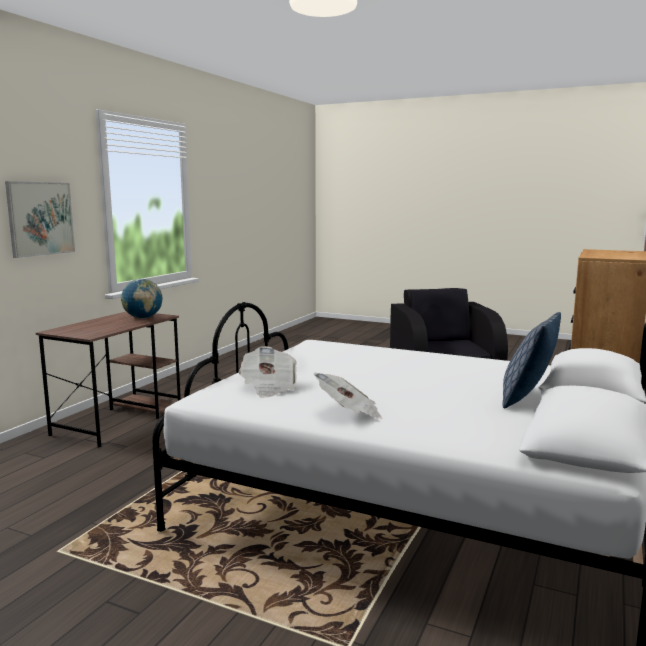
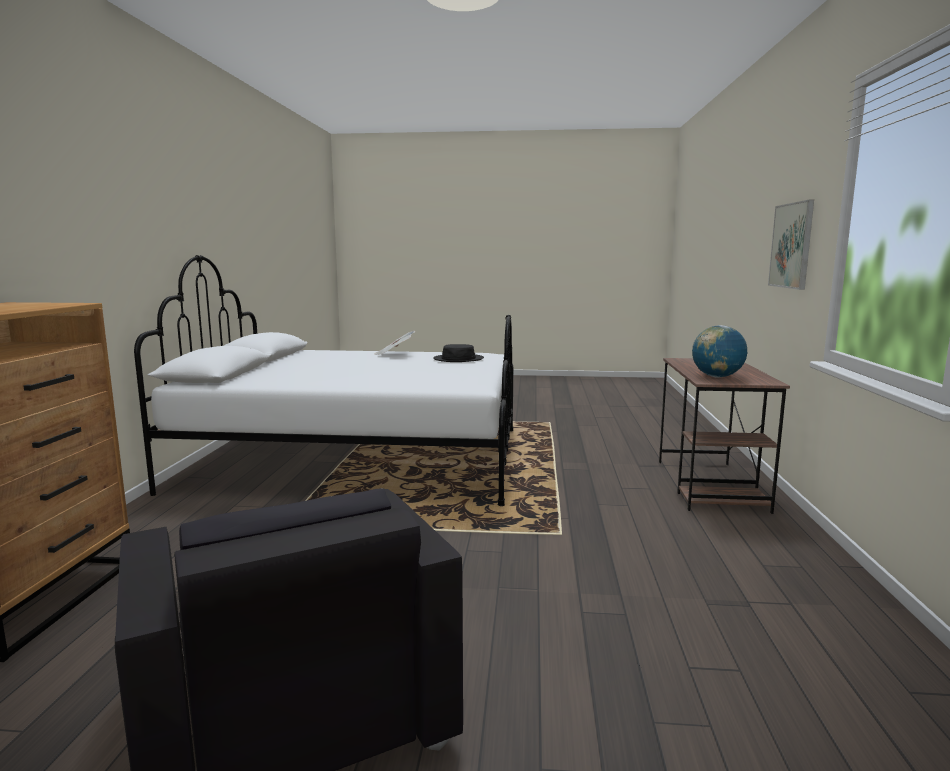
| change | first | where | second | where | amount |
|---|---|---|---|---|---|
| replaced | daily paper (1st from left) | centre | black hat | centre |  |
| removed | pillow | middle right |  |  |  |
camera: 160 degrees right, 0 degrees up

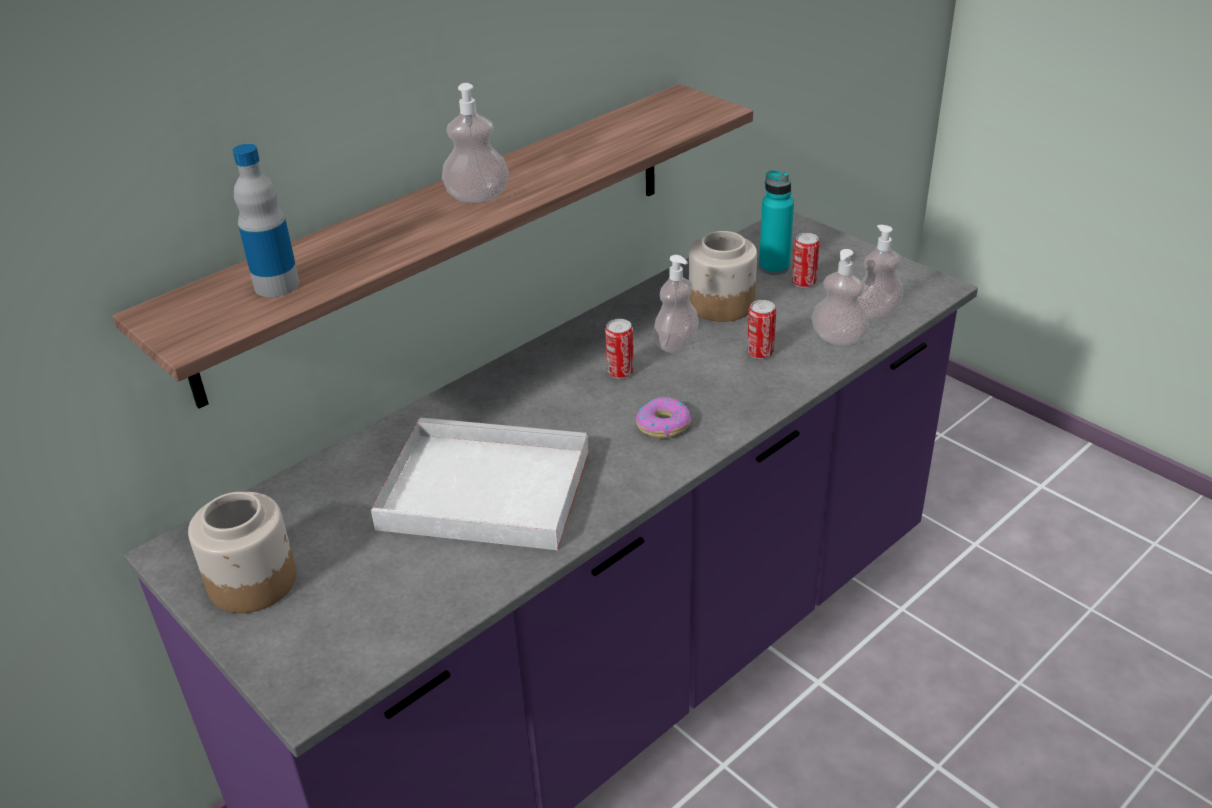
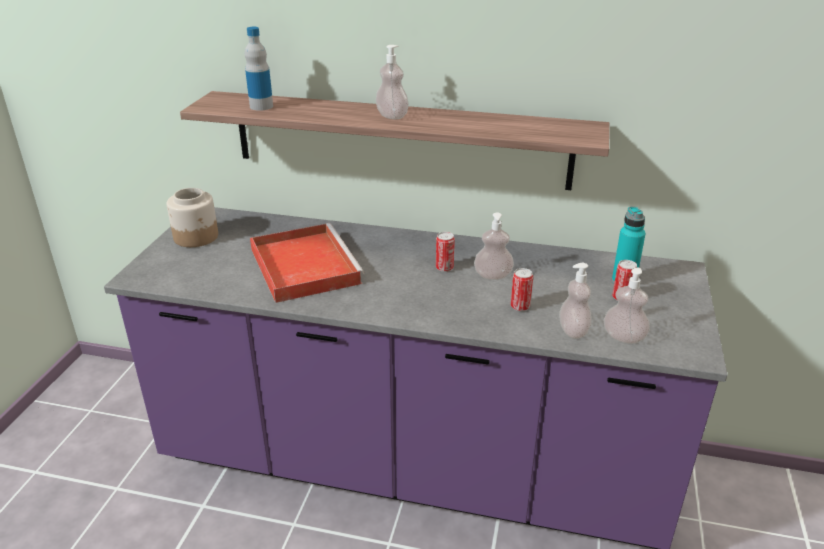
| change | first | where | second | where | amount |
|---|---|---|---|---|---|
| recoloured | whitish serving tray | centre | red serving tray | centre |  |
| removed | donut | centre |  |  |  |
| removed | preserve jar (2nd from left) | centre |  |  |  |
camera: 55 degrees right, 5 degrees down

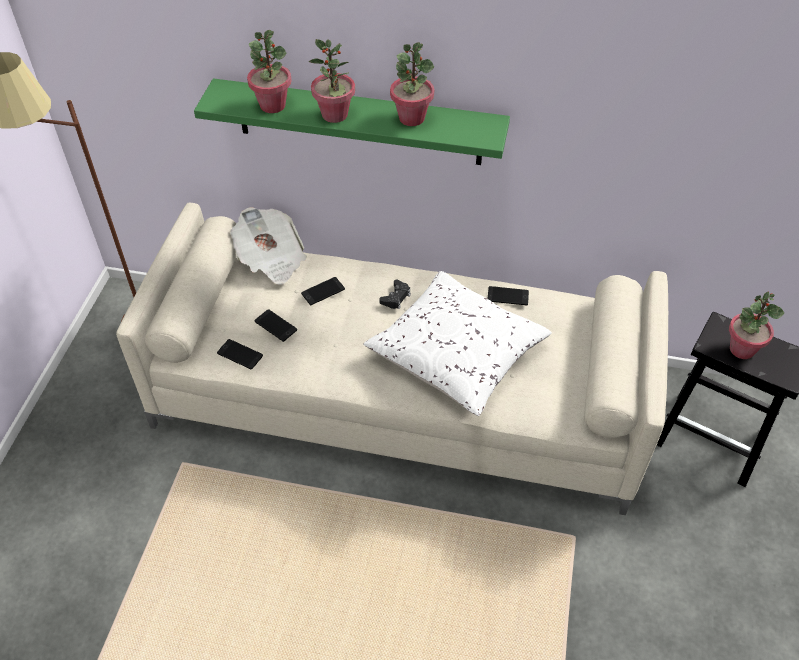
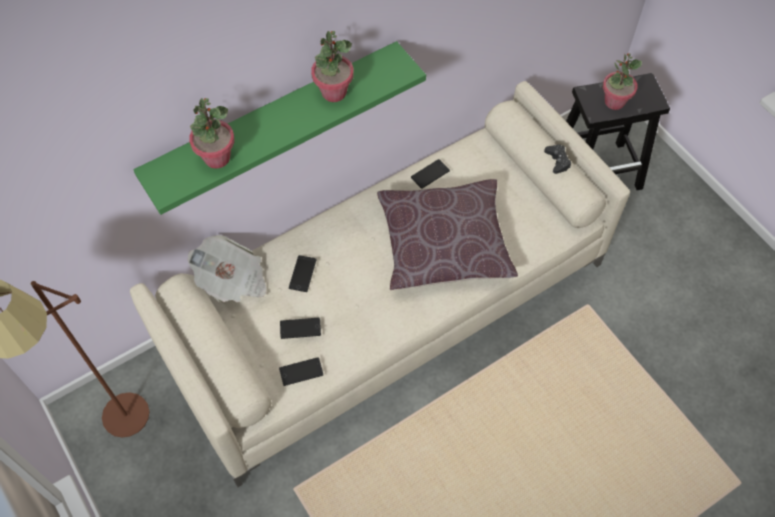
| change | first | where | second | where | amount |
|---|---|---|---|---|---|
| removed | plant in a pot (2nd from left) | top centre |  |  |  |
| recoloured | whitish pillow | centre | brownish pillow | centre |  |
| moved | black gamepad | centre |  | top right |  |
camera: 45 degrees left, 10 degrees up

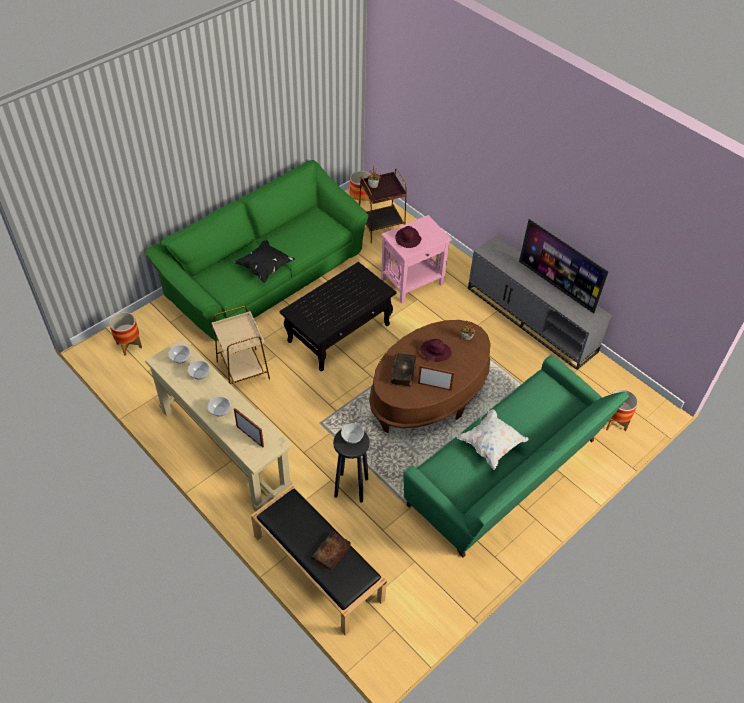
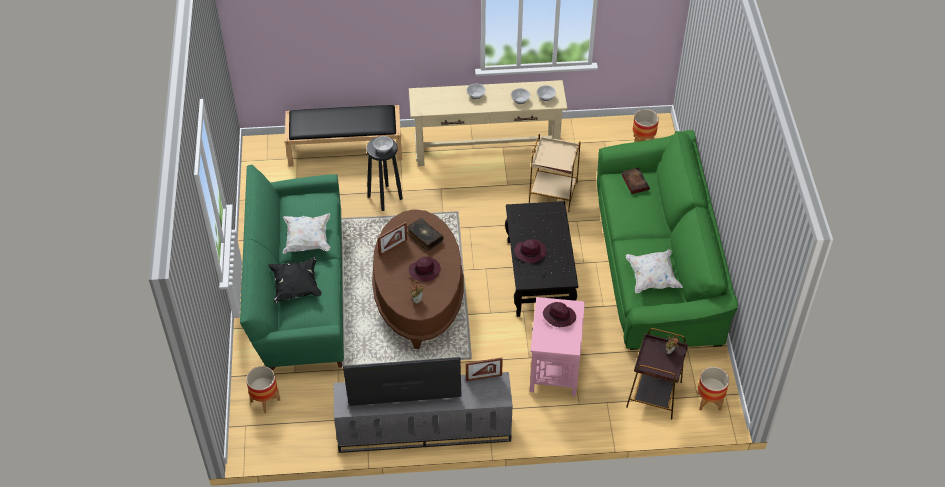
| change | first | where | second | where | amount |
|---|---|---|---|---|---|
| moved | black pillow | centre |  | middle left |  |
| moved | picture frame (1st from left in the first image) | centre | picture frame (2nd from left) | bottom centre |  |
| moved | bound book (1st from left in the first image) | bottom centre | bound book (2nd from left) | middle right |  |
| added |  |  | purple-coloured hat (2nd from left) | centre |  |
| added |  |  | whitish pillow (2nd from left) | middle right |  |
camera: 130 degrees right, 0 degrees up

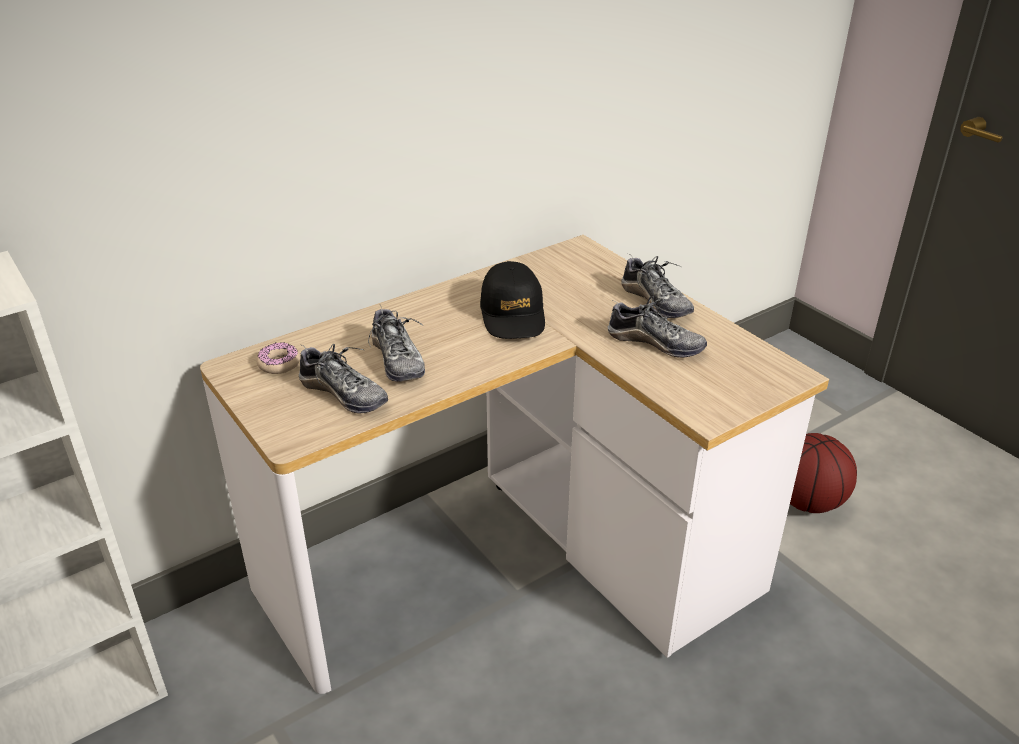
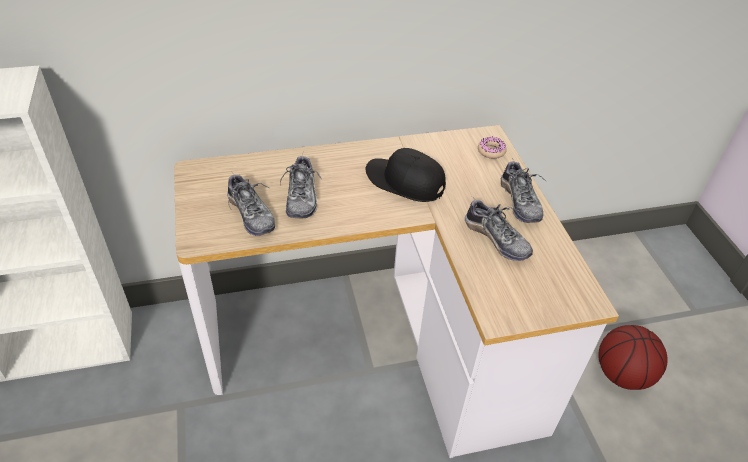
| change | first | where | second | where | amount |
|---|---|---|---|---|---|
| moved | donut | middle left |  | top centre |  |
| turned | black cap | centre |  | centre | 105 degrees clockwise |
camera: 20 degrees right, 10 degrees up

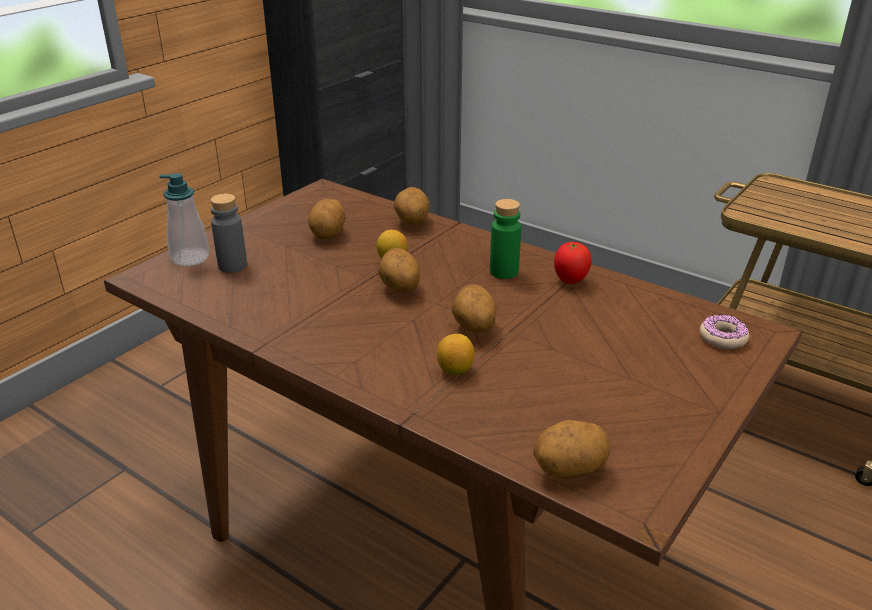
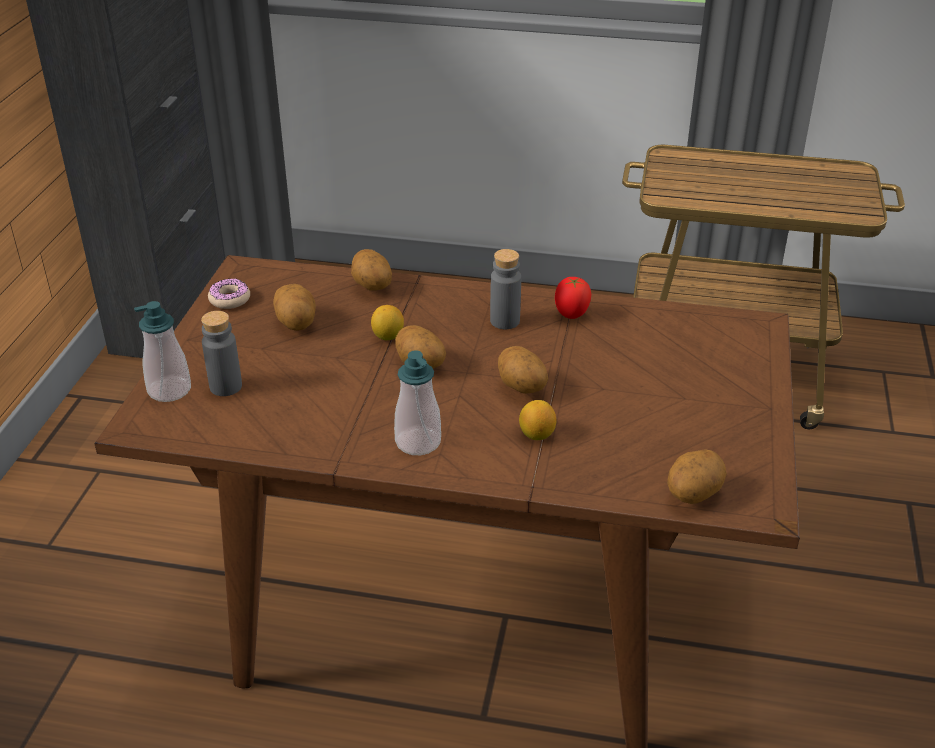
| change | first | where | second | where | amount |
|---|---|---|---|---|---|
| recoloured | greenish beverage bottle | centre | gray beverage bottle (2nd from left) | centre |  |
| moved | donut | middle right |  | middle left |  |
| added |  |  | soap bottle (2nd from left) | centre |  |
camera: 25 degrees left, 5 degrees up

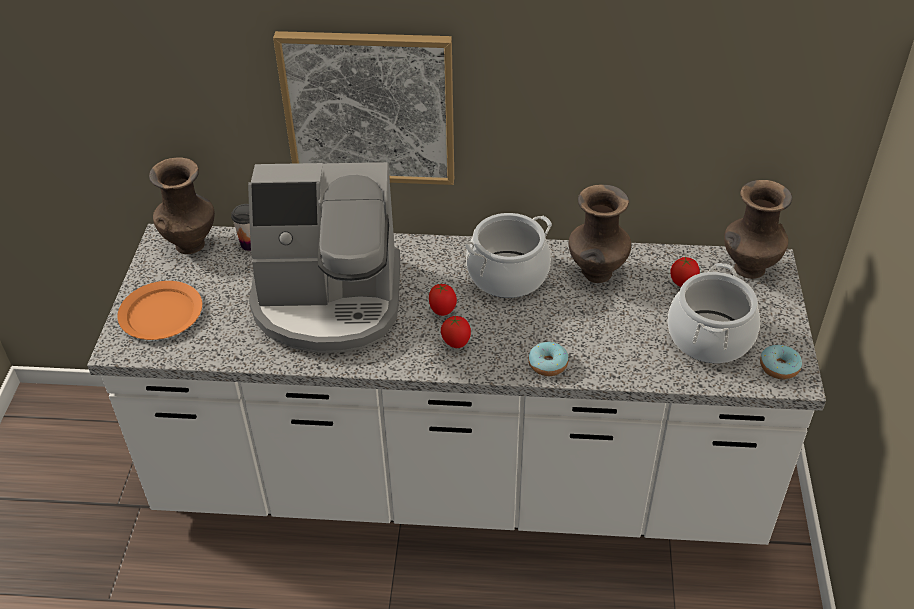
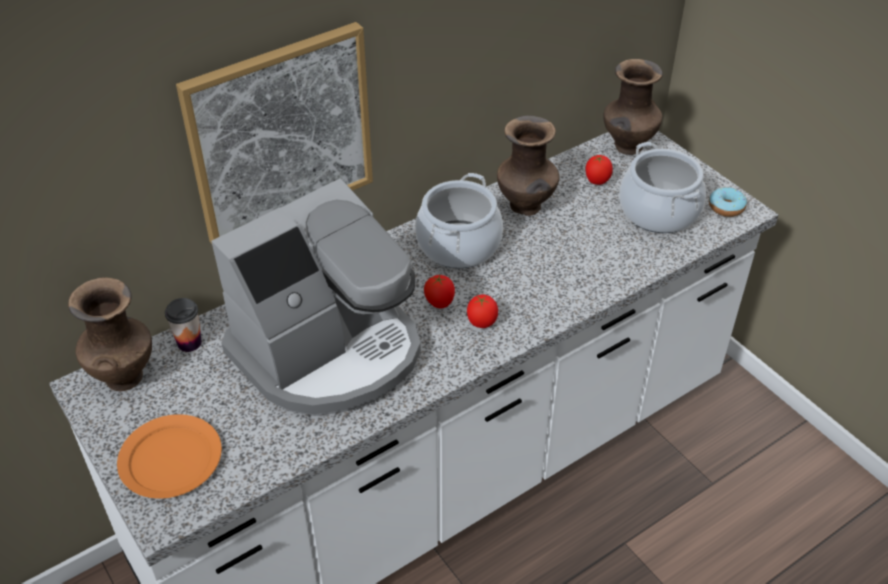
| change | first | where | second | where | amount |
|---|---|---|---|---|---|
| removed | donut (1st from left) | centre |  |  |  |
camera: 40 degrees left, 0 degrees up

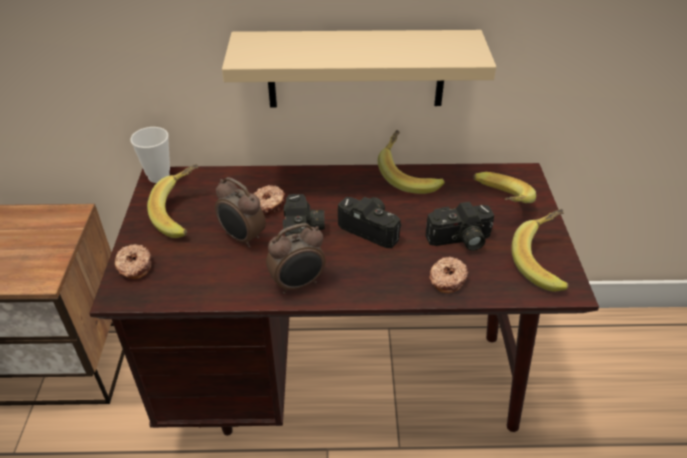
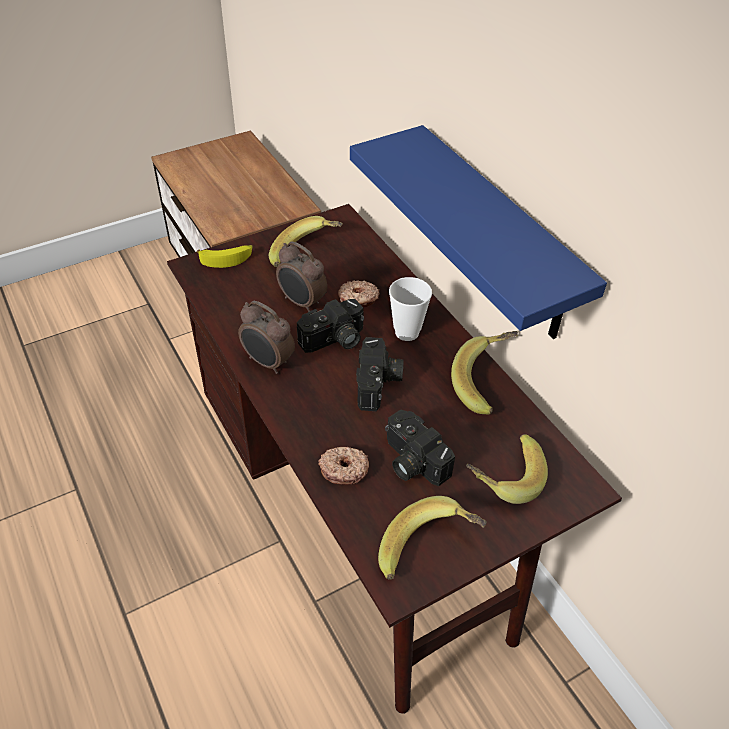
| change | first | where | second | where | amount |
|---|---|---|---|---|---|
| replaced | donut (1st from left) | middle left | banana fruit (1st from left) | middle left |  |
| moved | small cup | middle left |  | centre |  |
| turned | bedside clock (1st from left in the first image) | centre | bedside clock (2nd from left) | centre | 60 degrees counterclockwise |
| recoloured | beige wall shelf | top centre | blue-coloured wall shelf | top centre |  |
camera: 60 degrees right, 5 degrees up

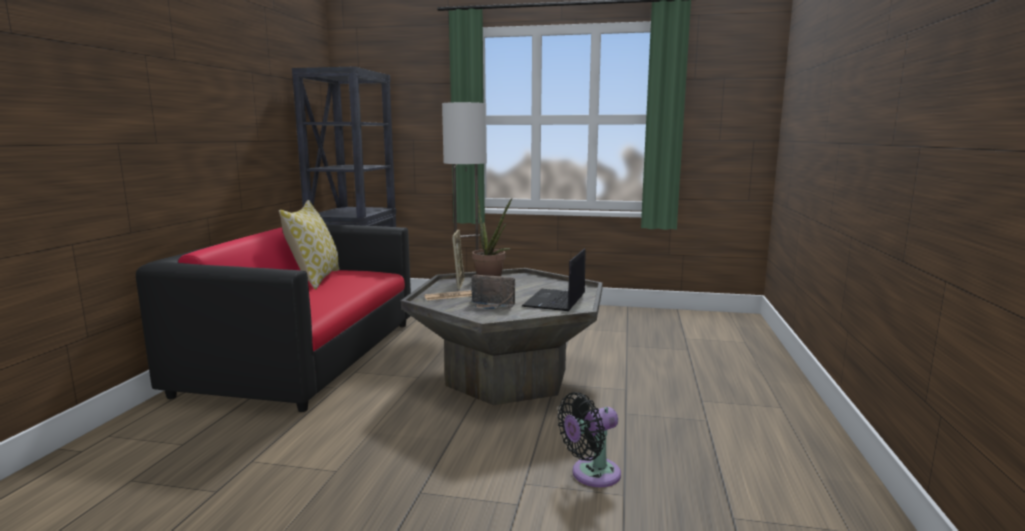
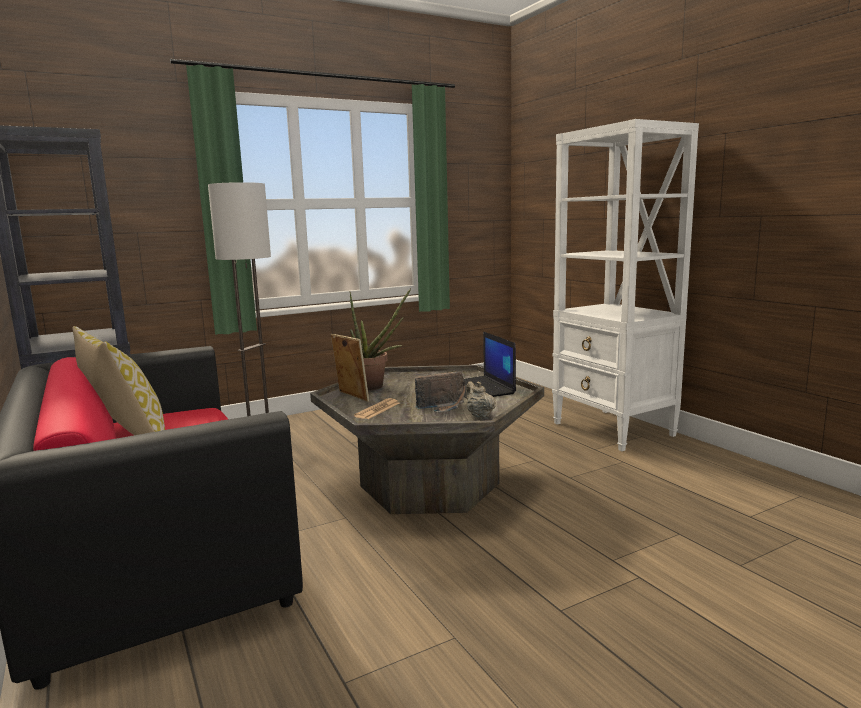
| change | first | where | second | where | amount |
|---|---|---|---|---|---|
| removed | black electric fan | bottom centre |  |  |  |
| added |  |  | beige pot for tea | centre |  |
| added |  |  | whitish bookcase | middle right |  |
camera: 40 degrees left, 0 degrees up

